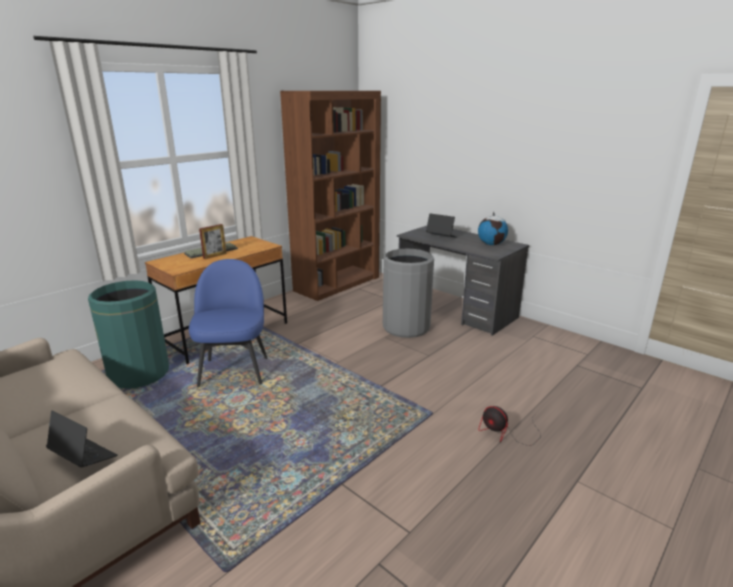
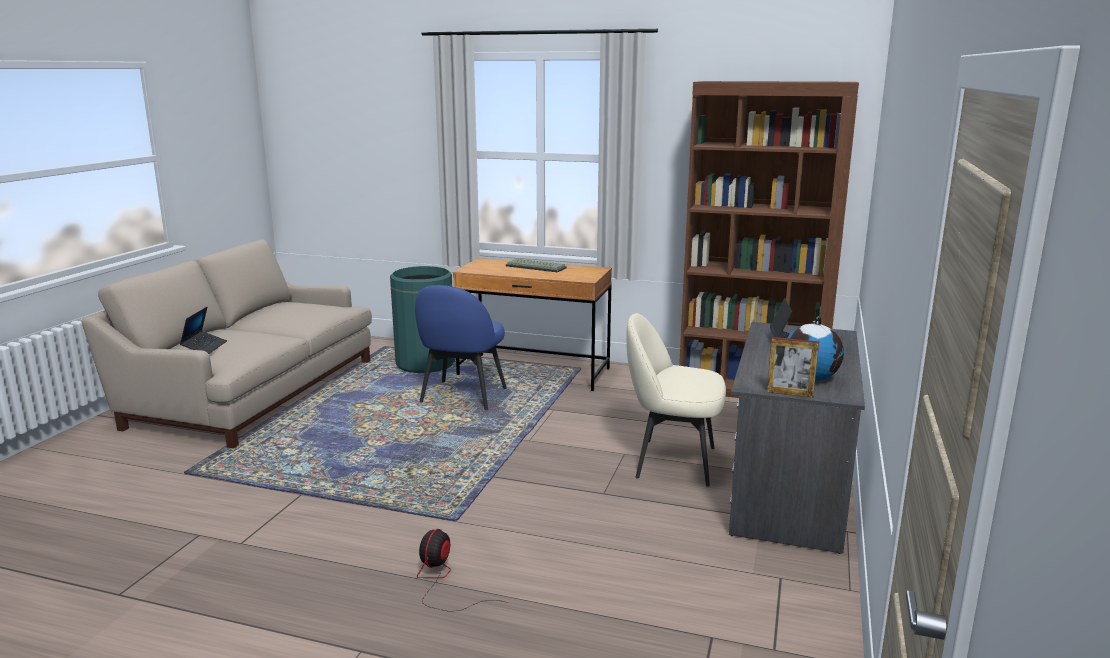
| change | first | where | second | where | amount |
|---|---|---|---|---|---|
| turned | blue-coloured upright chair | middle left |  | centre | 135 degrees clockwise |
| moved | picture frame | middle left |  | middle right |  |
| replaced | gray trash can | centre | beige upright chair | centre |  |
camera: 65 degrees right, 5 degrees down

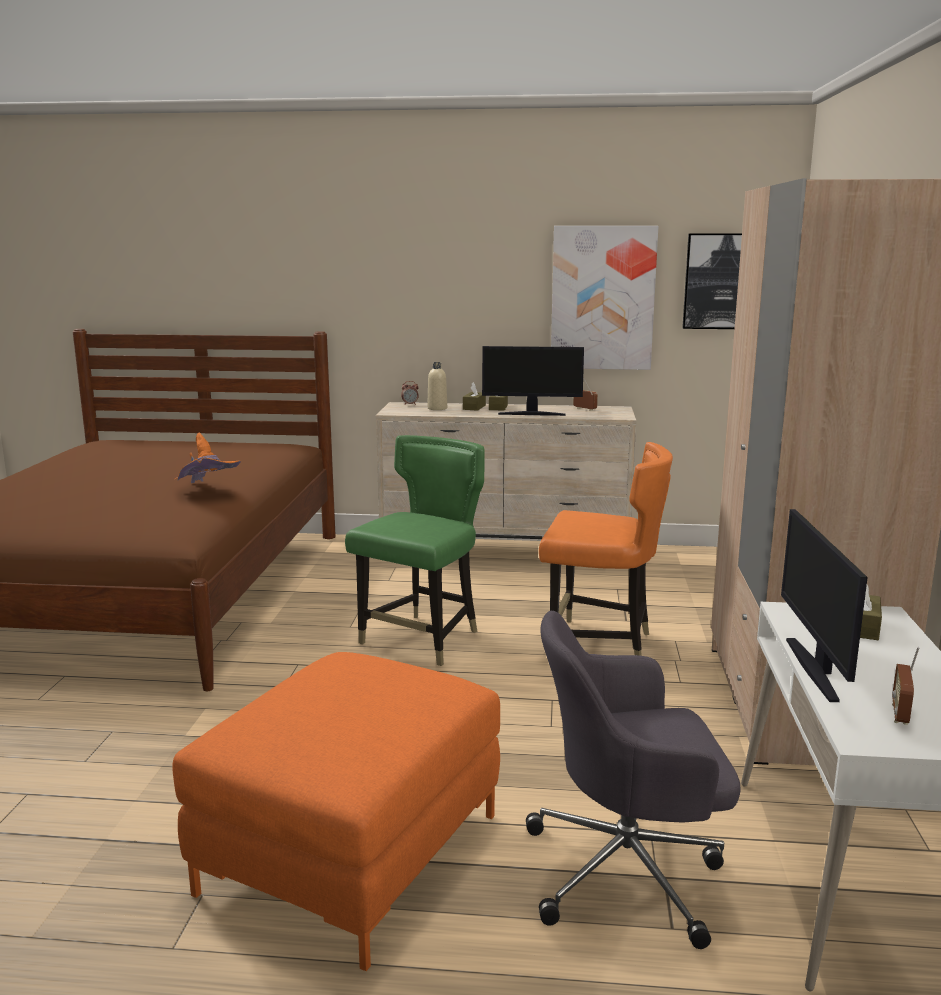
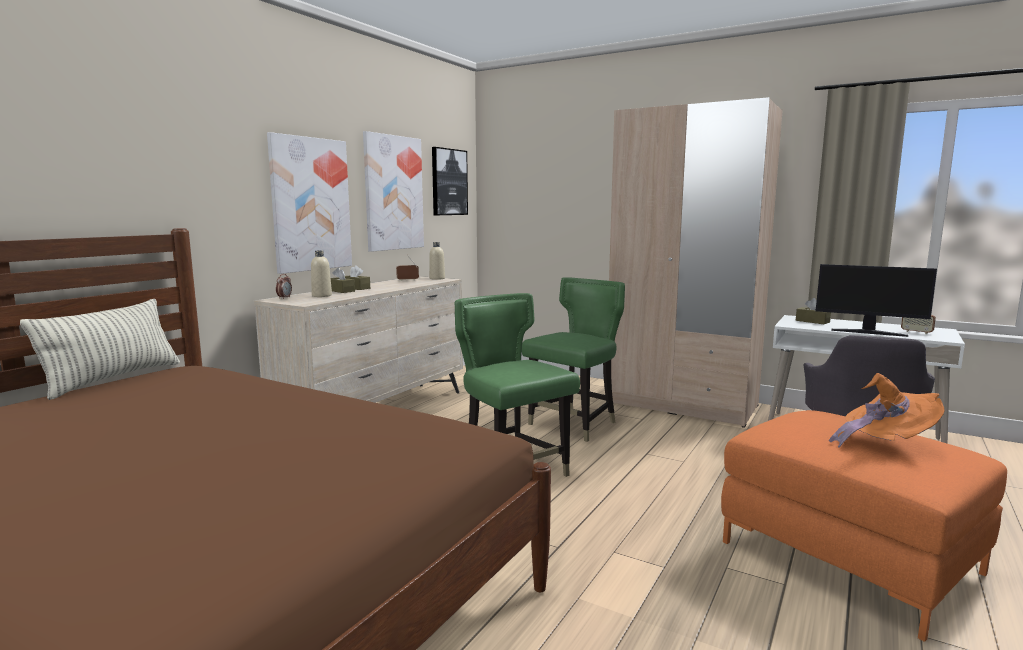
| change | first | where | second | where | amount |
|---|---|---|---|---|---|
| moved | orangey hat | middle left |  | middle right |  |
| removed | computer screen (1st from left) | centre |  |  |  |
| recoloured | orangey upright chair | centre | greenish upright chair (2nd from left) | centre |  |
| added |  |  | pillow | middle left |  |
| added |  |  | wall art (1st from left) | top left |  |
| added |  |  | beige beverage bottle (2nd from left) | centre |  |
camera: 65 degrees left, 5 degrees down

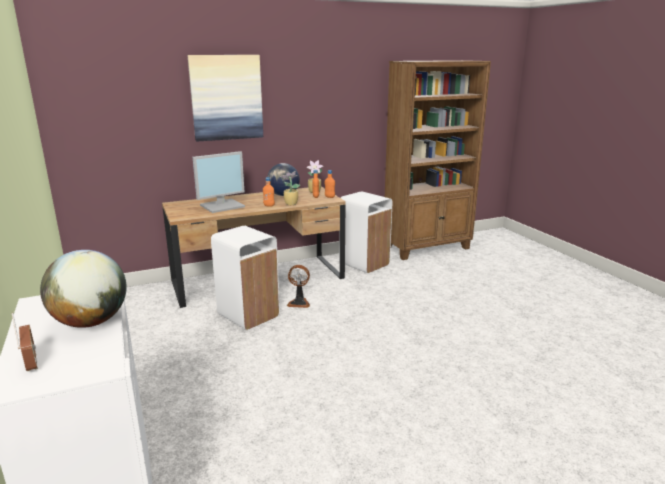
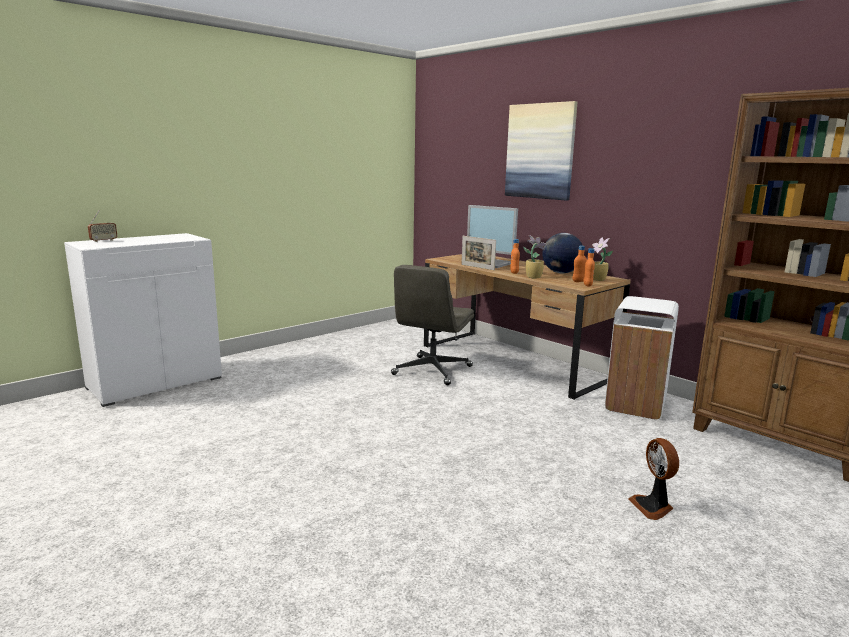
| change | first | where | second | where | amount |
|---|---|---|---|---|---|
| removed | world globe (1st from left) | middle left |  |  |  |
| replaced | whitish trash can (1st from left) | centre | gray desk chair | centre |  |
| moved | electric fan | centre |  | bottom right |  |
| added |  |  | picture frame | centre |  |
camera: 70 degrees right, 5 degrees down

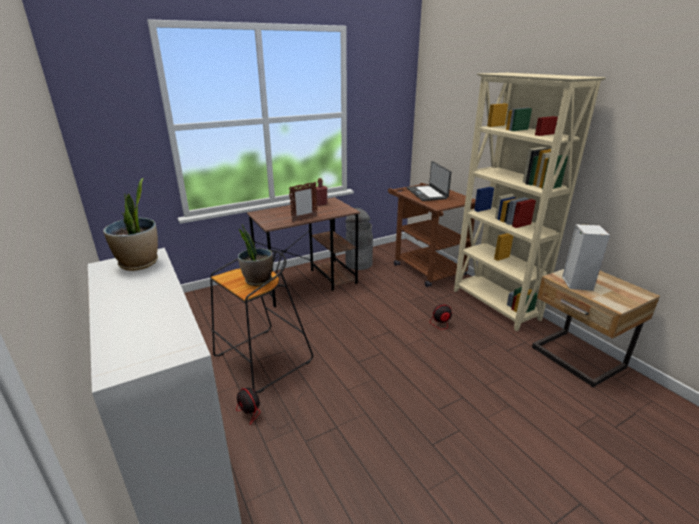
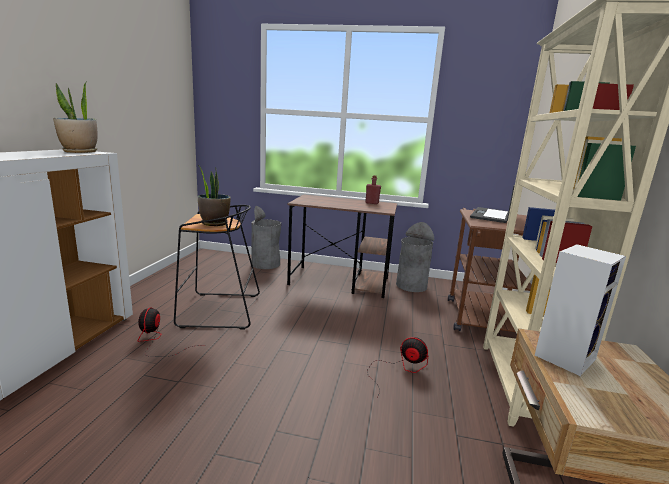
| change | first | where | second | where | amount |
|---|---|---|---|---|---|
| removed | picture frame | centre |  |  |  |
| added |  |  | gray trash can (1st from left) | centre |  |
camera: 40 degrees right, 10 degrees down

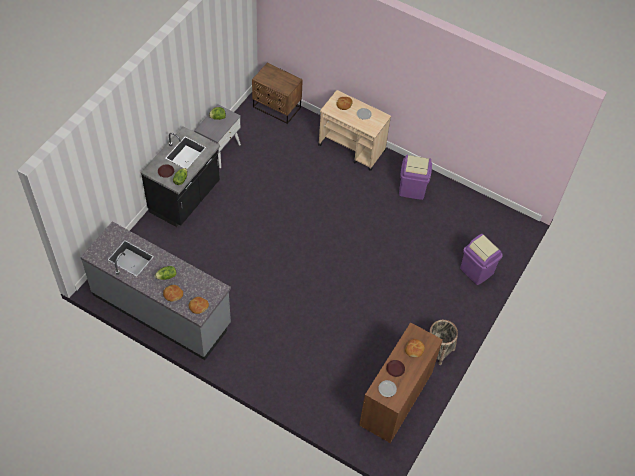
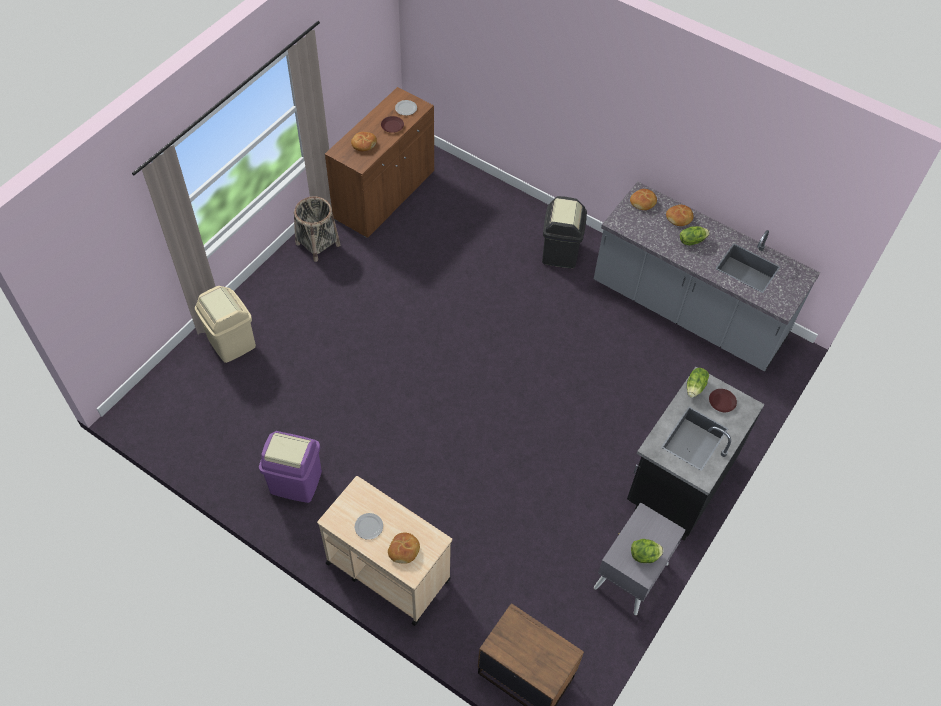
| change | first | where | second | where | amount |
|---|---|---|---|---|---|
| recoloured | purple-coloured trash can (2nd from left) | middle right | beige trash can | middle left |  |
| added |  |  | black trash can | top centre |  |
camera: 175 degrees left, 0 degrees up

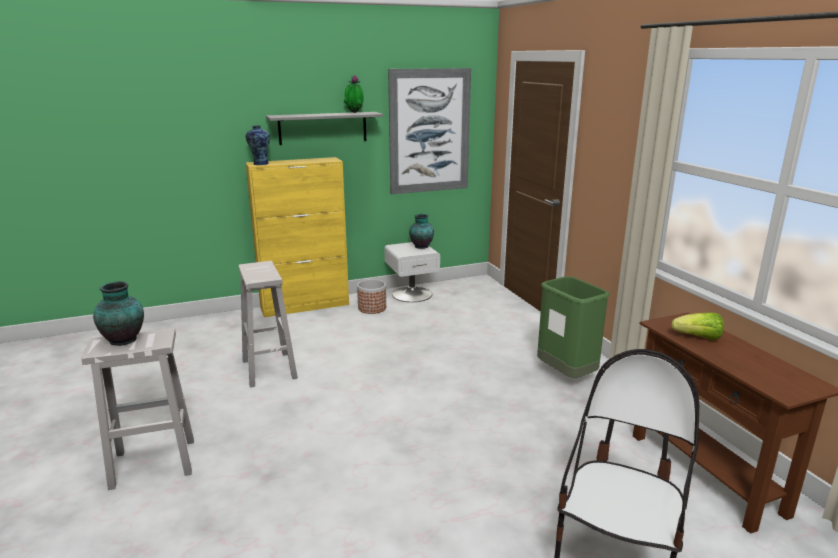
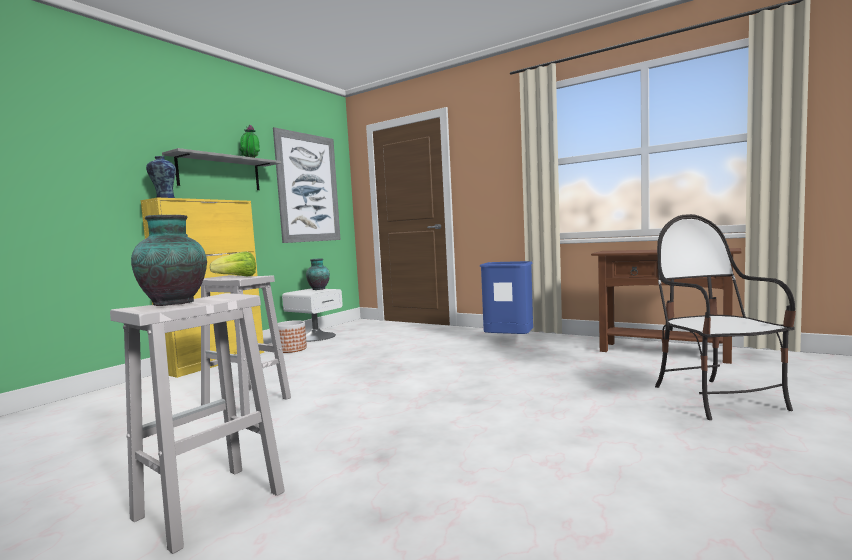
| change | first | where | second | where | amount |
|---|---|---|---|---|---|
| recoloured | greenish trash can | middle right | blue-coloured trash can | centre |  |
| moved | lettuce | middle right |  | middle left |  |
camera: 35 degrees left, 15 degrees down

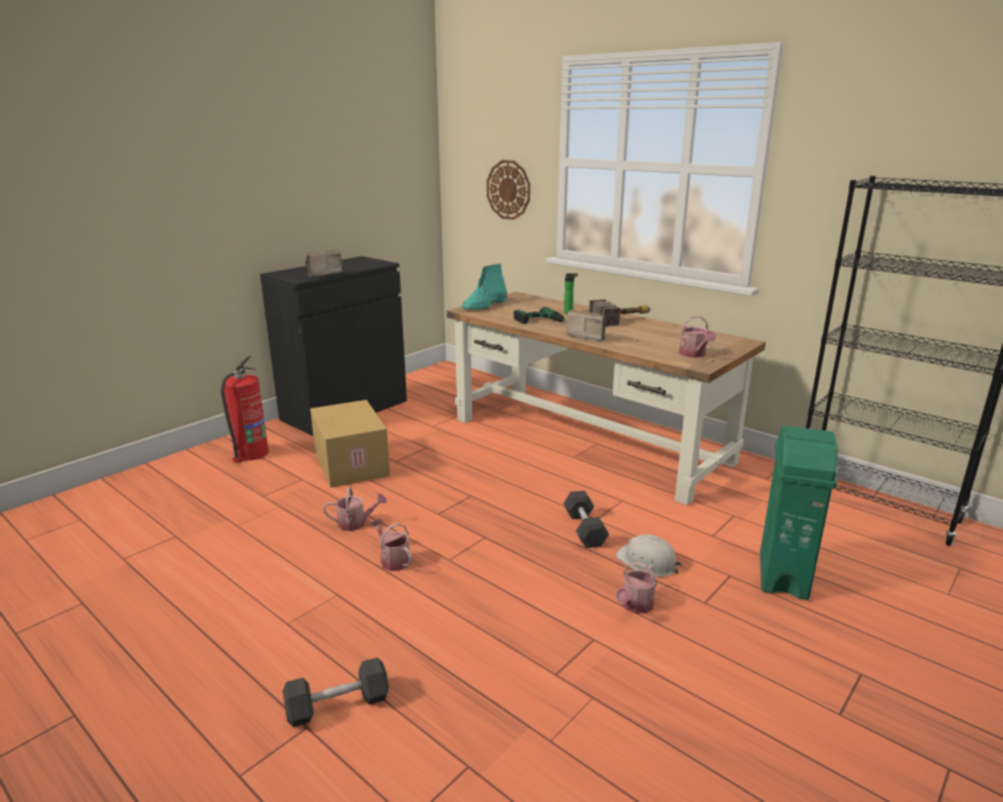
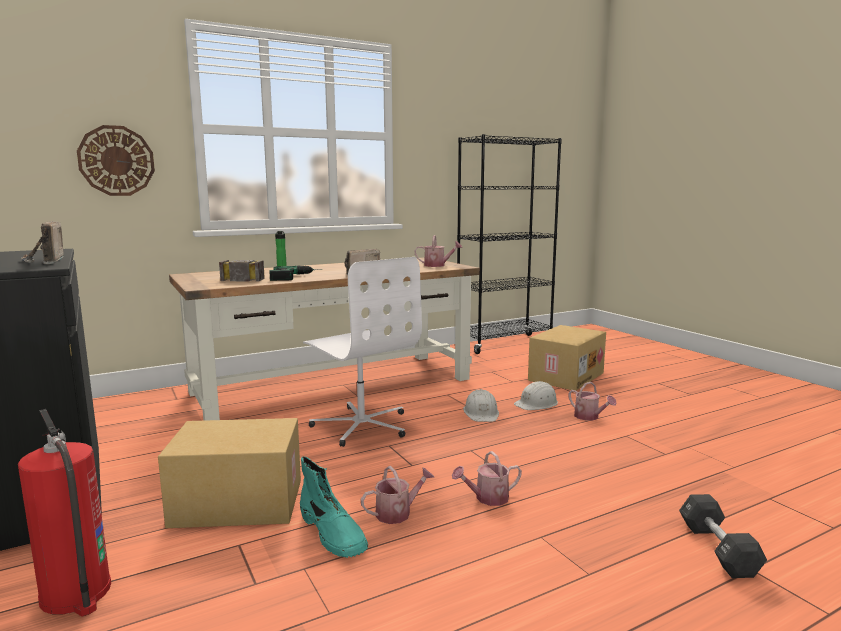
| change | first | where | second | where | amount |
|---|---|---|---|---|---|
| turned | watering pot (1st from left) | centre |  | bottom centre | 45 degrees clockwise |
| moved | blue-green high-top boot | centre |  | bottom centre |  |
| replaced | black hand weight (2nd from left) | centre | whitish hard hat (1st from left) | centre |  |
| moved | hand hammer | centre |  | middle left |  |
| replaced | greenish trash can | middle right | packing box (2nd from left) | middle right |  |
| added |  |  | whitish desk chair | centre |  |
camera: 70 degrees left, 10 degrees down

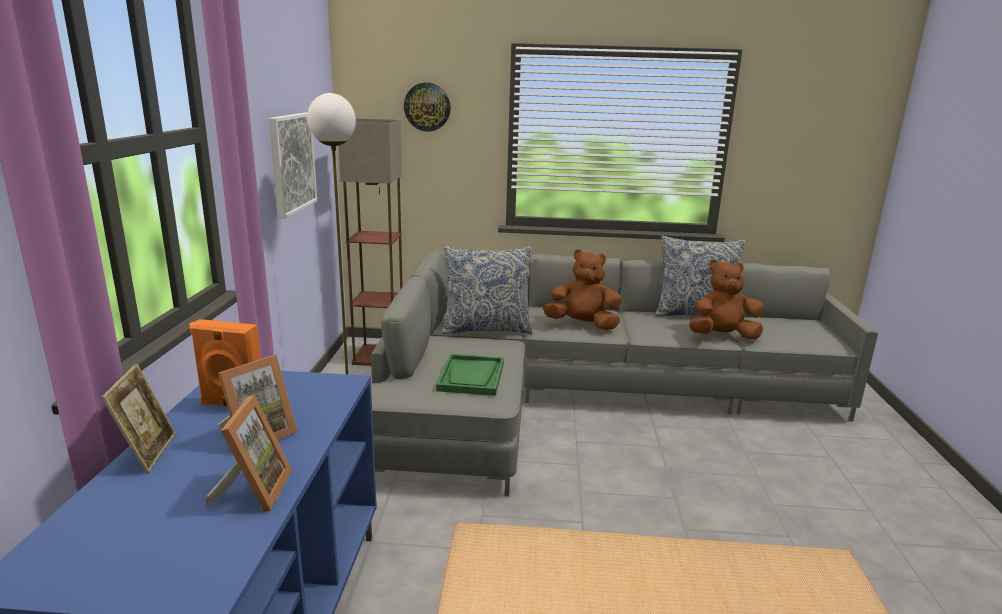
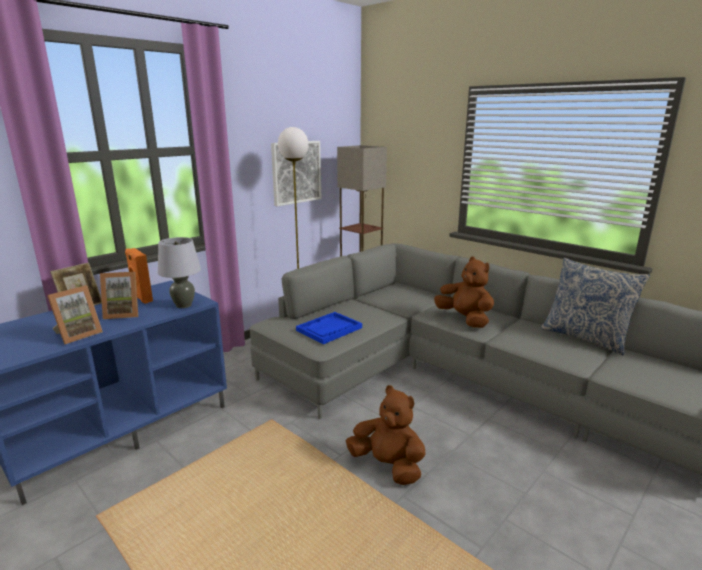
| change | first | where | second | where | amount |
|---|---|---|---|---|---|
| removed | clock on the wall | top centre |  |  |  |
| recoloured | greenish serving tray | centre | blue-coloured serving tray | centre |  |
| removed | pillow (1st from left) | centre |  |  |  |
| moved | brownish plush toy (2nd from left in the first image) | middle right | brownish plush toy (1st from left) | bottom centre |  |
| added |  |  | gray lamp for a table | middle left |  |
camera: 40 degrees right, 0 degrees up

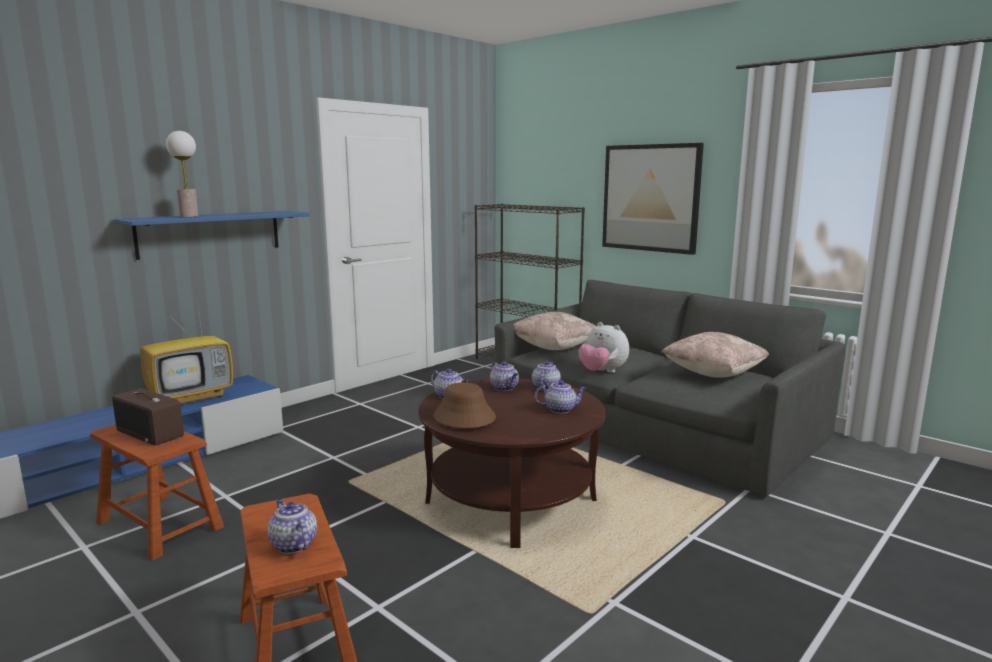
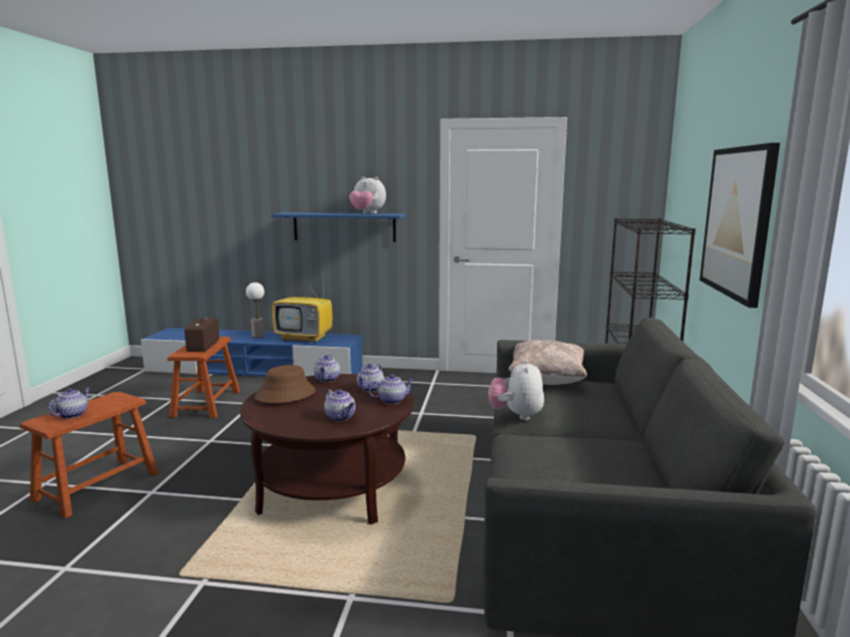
| change | first | where | second | where | amount |
|---|---|---|---|---|---|
| moved | lamp for a table | top left |  | middle left |  |
| removed | beige pillow (2nd from left) | middle right |  |  |  |
| added |  |  | plush toy (1st from left) | top centre |  |
camera: 55 degrees right, 0 degrees up

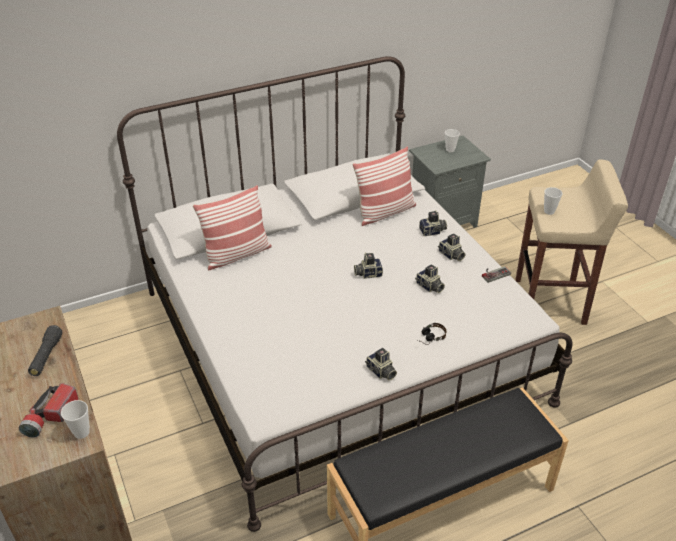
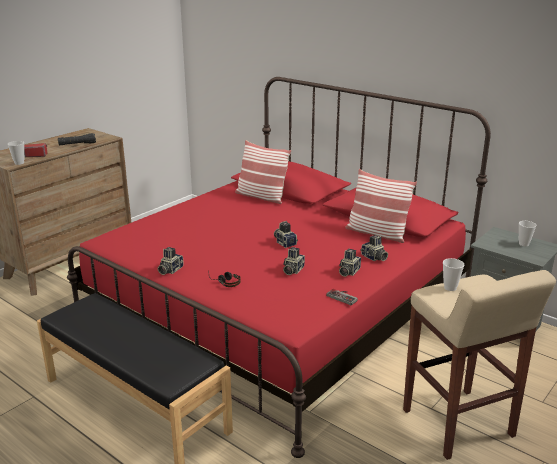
| change | first | where | second | where | amount |
|---|---|---|---|---|---|
| recoloured | whitish bedroom bed | centre | red bedroom bed | centre |  |
camera: 65 degrees right, 15 degrees down

